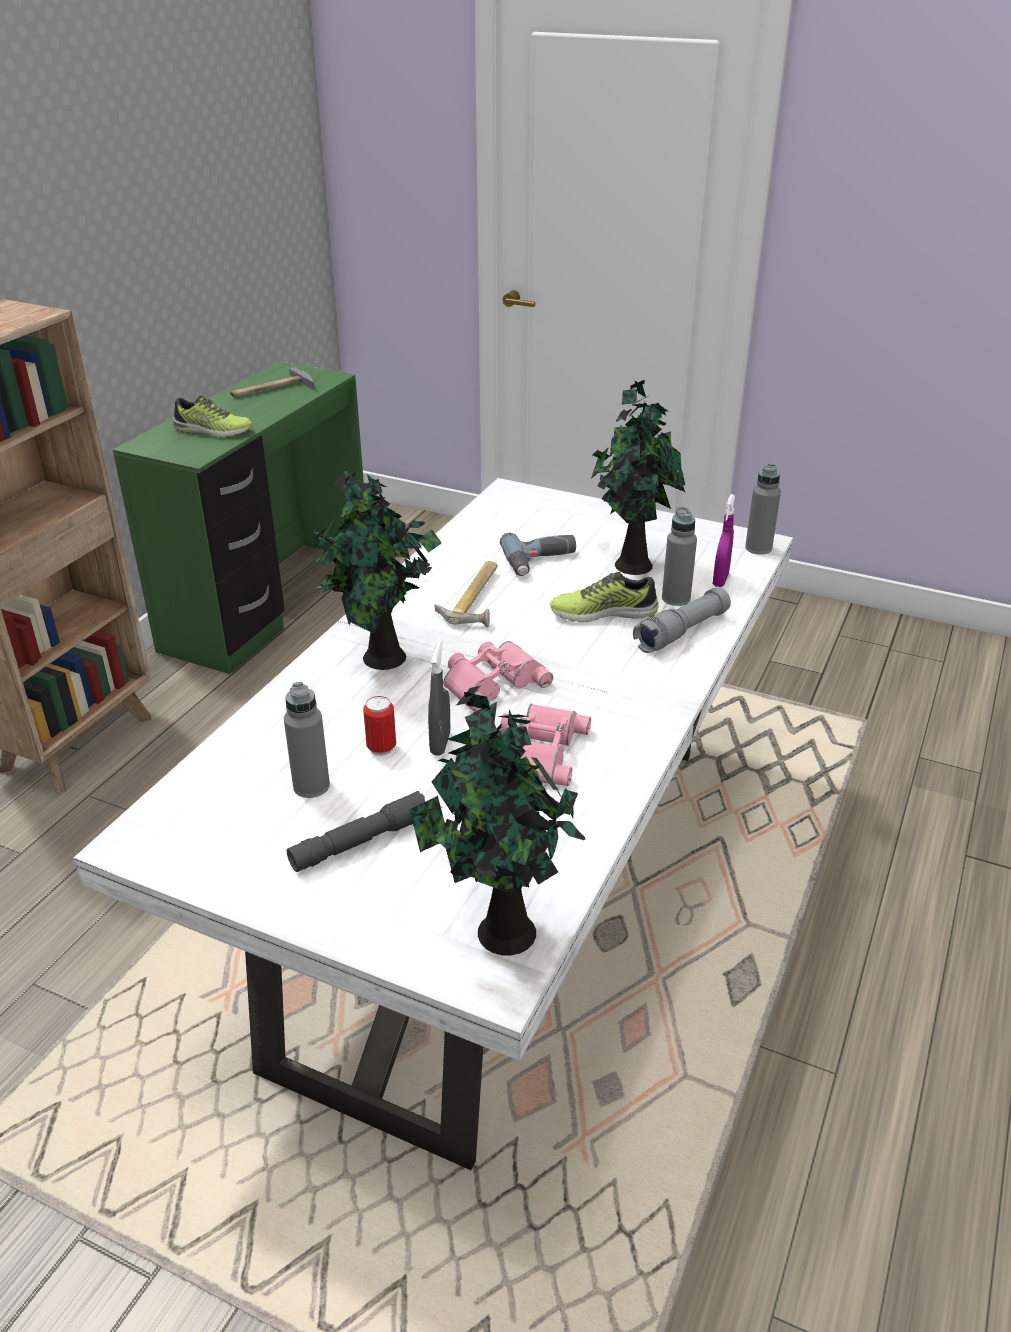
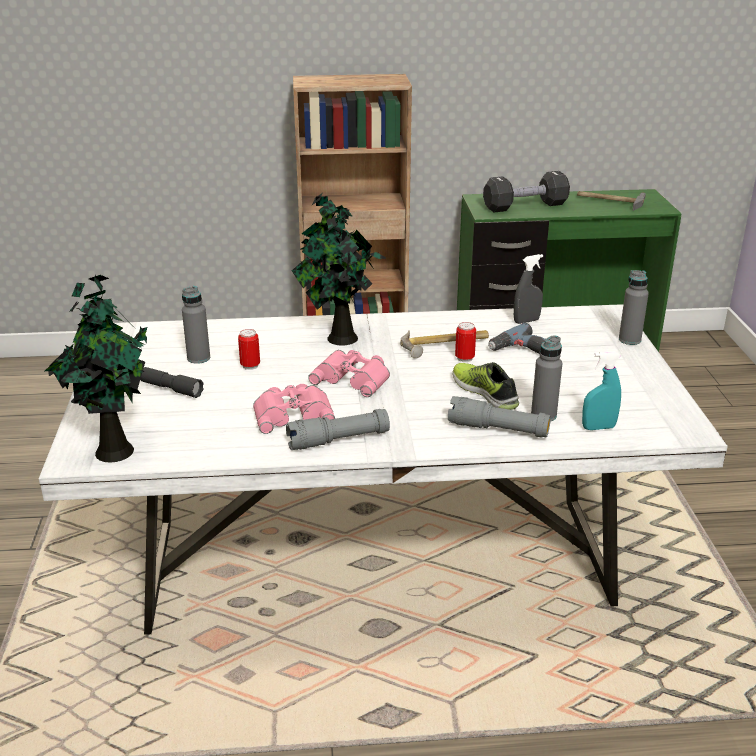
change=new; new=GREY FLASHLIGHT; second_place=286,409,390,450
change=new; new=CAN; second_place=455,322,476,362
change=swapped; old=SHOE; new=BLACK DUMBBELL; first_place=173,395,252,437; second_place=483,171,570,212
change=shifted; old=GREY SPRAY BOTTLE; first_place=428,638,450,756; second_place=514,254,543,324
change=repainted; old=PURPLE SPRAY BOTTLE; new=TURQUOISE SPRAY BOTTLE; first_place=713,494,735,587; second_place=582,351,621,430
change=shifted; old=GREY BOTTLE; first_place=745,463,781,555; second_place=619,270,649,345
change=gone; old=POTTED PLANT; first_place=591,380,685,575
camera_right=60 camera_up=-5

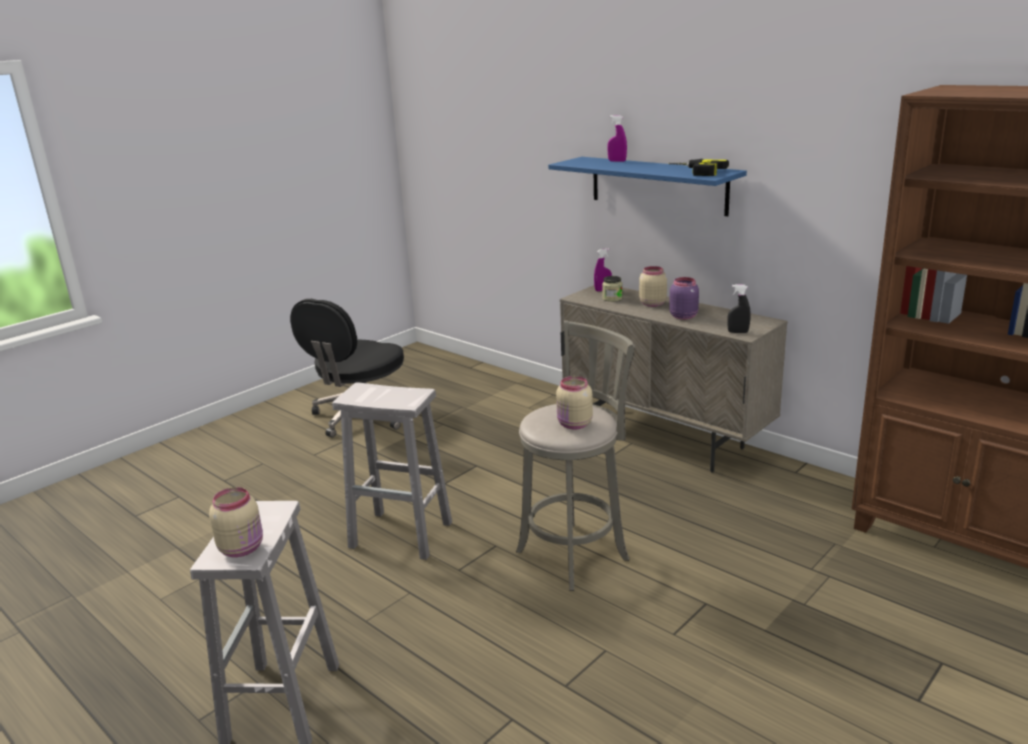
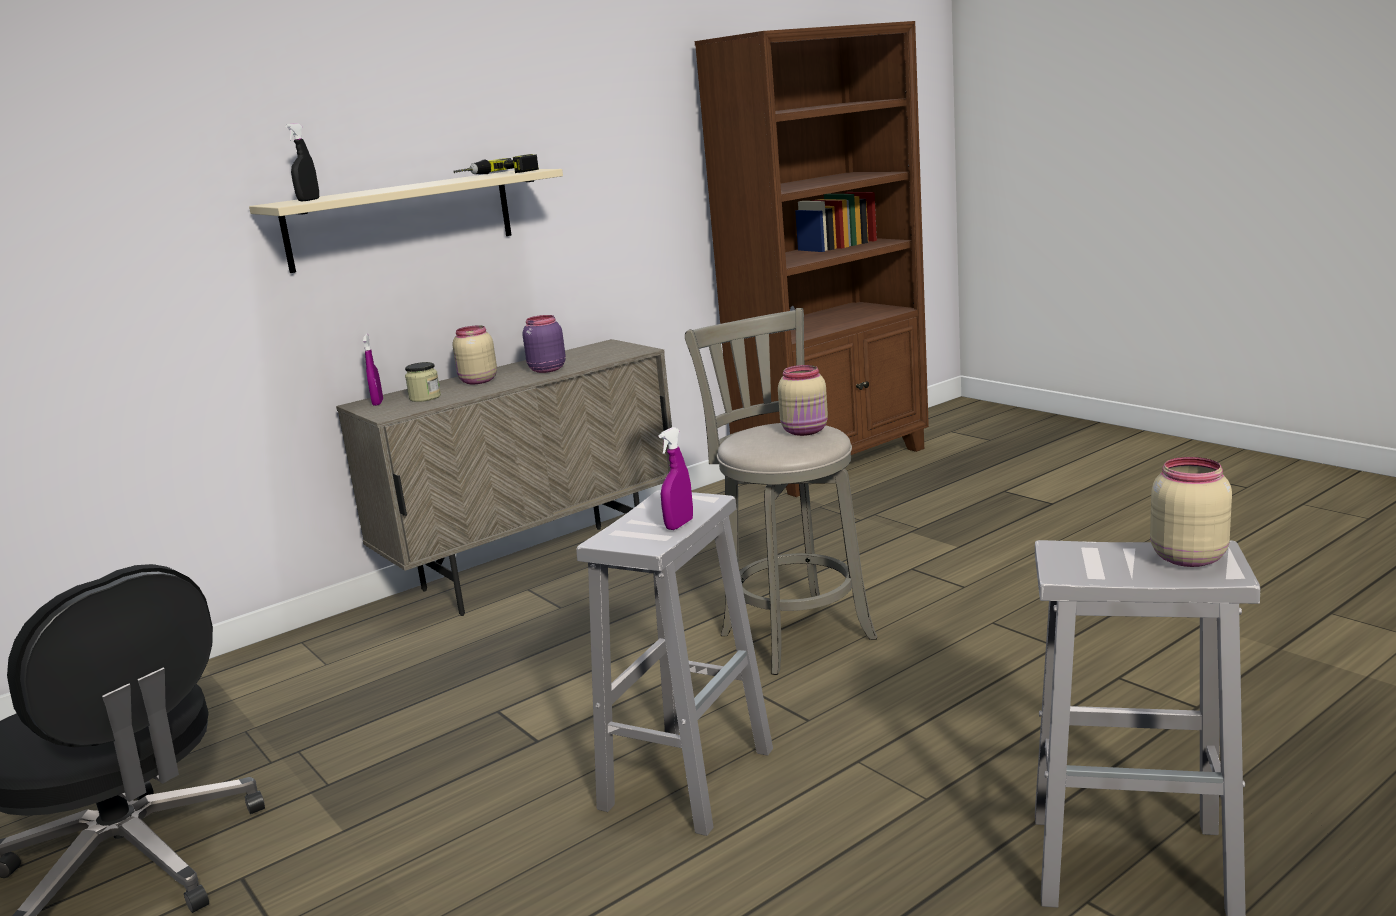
change=repainted; old=BLUE SHELF; new=BEIGE SHELF; first_place=548,157,747,216; second_place=249,169,563,273
change=shifted; old=BLACK SPRAY BOTTLE; first_place=728,284,751,333; second_place=285,123,319,201
change=shifted; old=PURPLE SPRAY BOTTLE; first_place=607,115,627,162; second_place=659,427,693,530
camera_right=-80 camera_up=-5

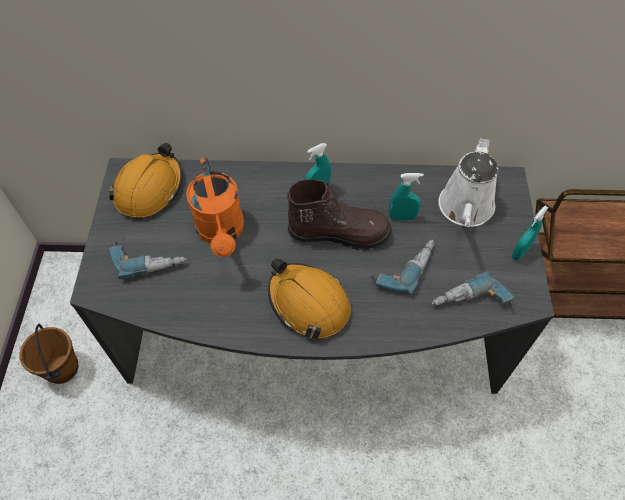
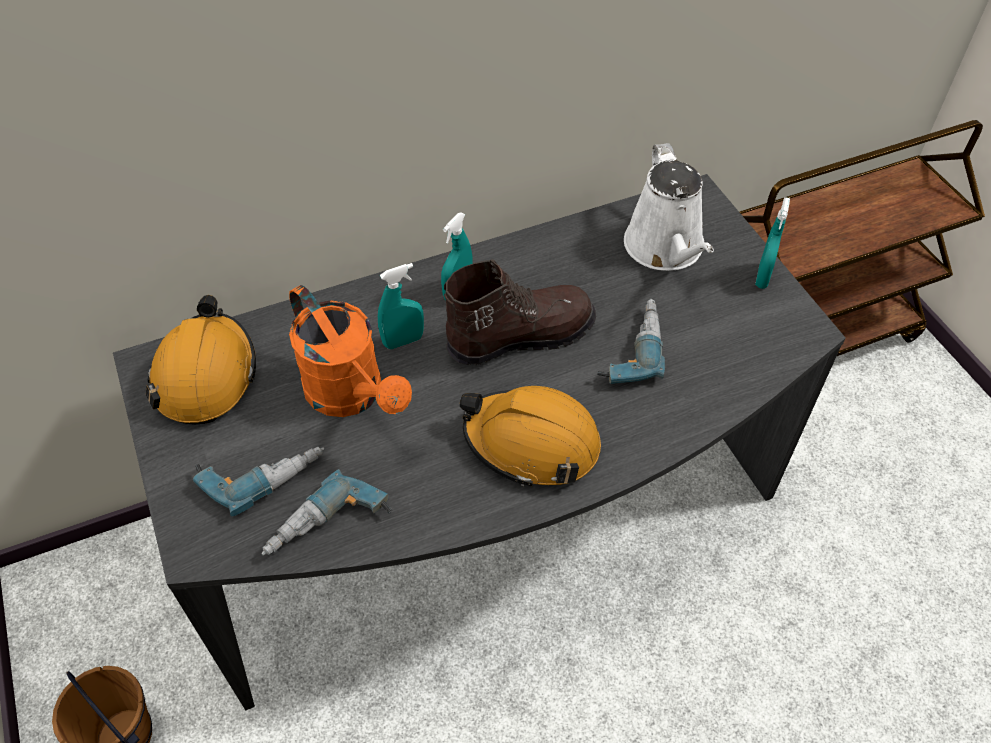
change=shifted; old=POWER DRILL; first_place=431,271,515,309; second_place=261,469,392,555
change=shifted; old=TURQUOISE SPRAY BOTTLE; first_place=389,173,424,220; second_place=378,263,424,349
camera_right=-25 camera_up=-5

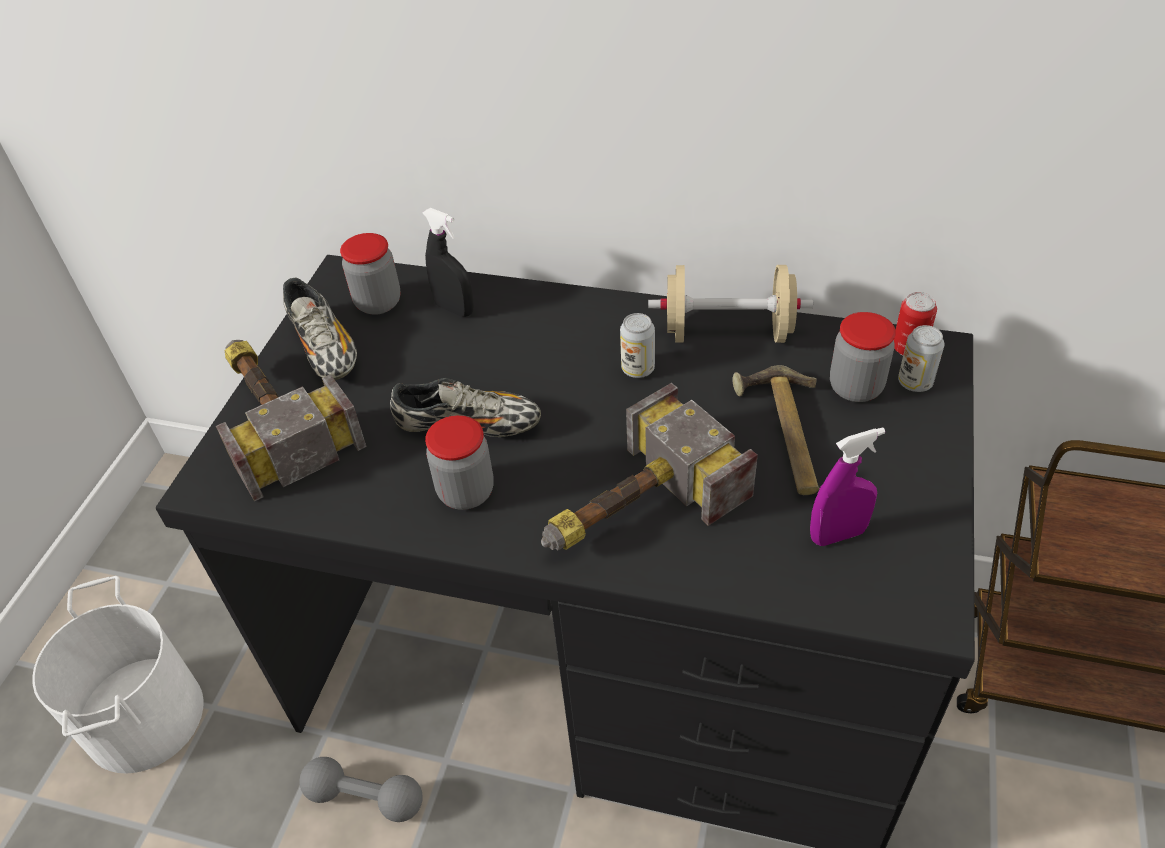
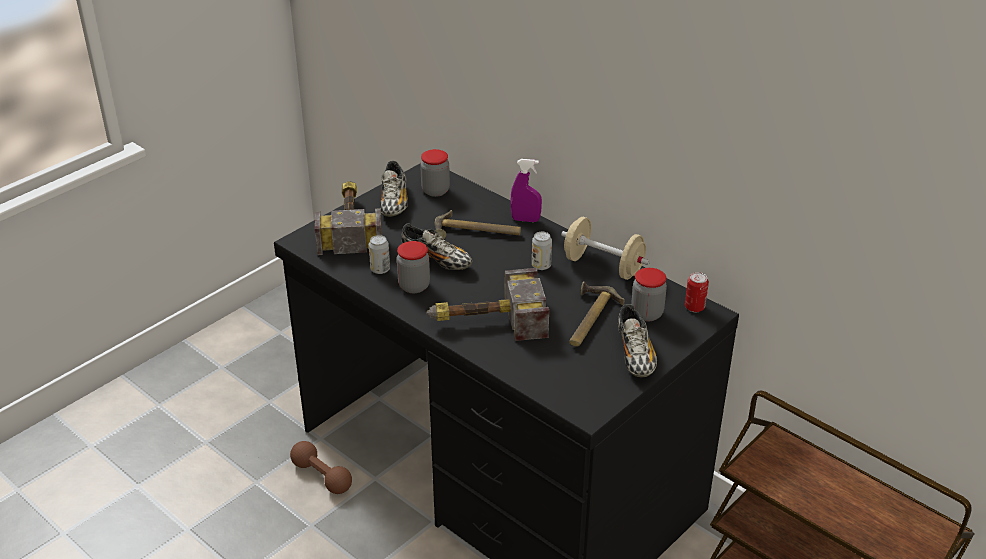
change=repainted; old=GREY DUMBBELL; new=BROWN DUMBBELL; first_place=299,757,423,822; second_place=290,441,352,494
change=shifted; old=CAN; first_place=898,325,945,392; second_place=369,235,390,274
change=new; new=HAMMER; second_place=435,210,521,239
change=shifted; old=PURPLE SPRAY BOTTLE; first_place=810,427,885,546; second_place=510,159,542,222
change=new; new=SHOE; second_place=618,304,657,377
change=gone; old=WHITE BUCKET; first_place=32,576,204,774
change=gone; old=BLACK SPRAY BOTTLE; first_place=423,208,474,317
camera_right=25 camera_up=-10

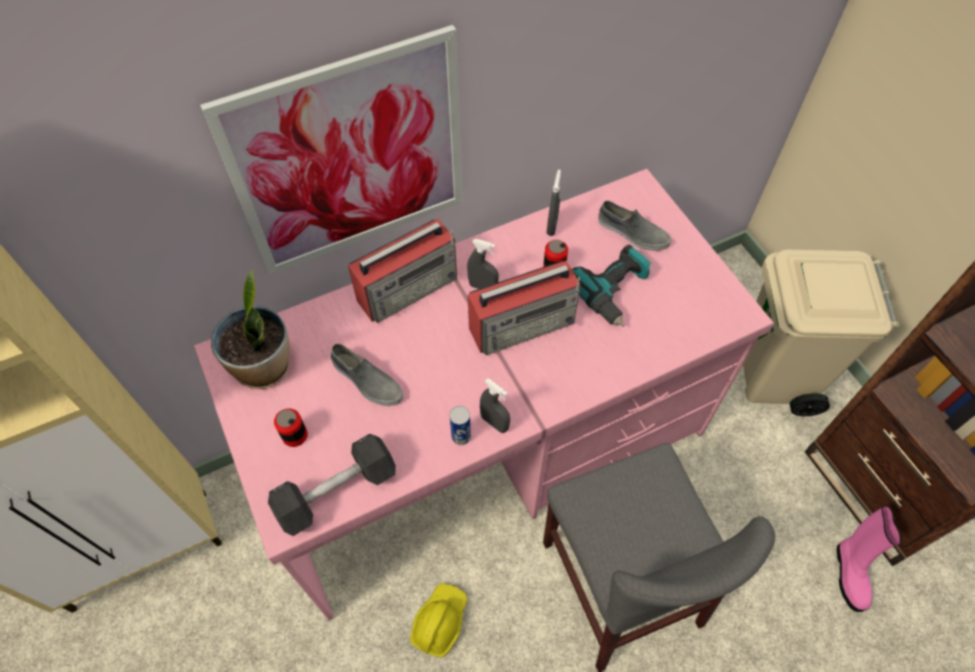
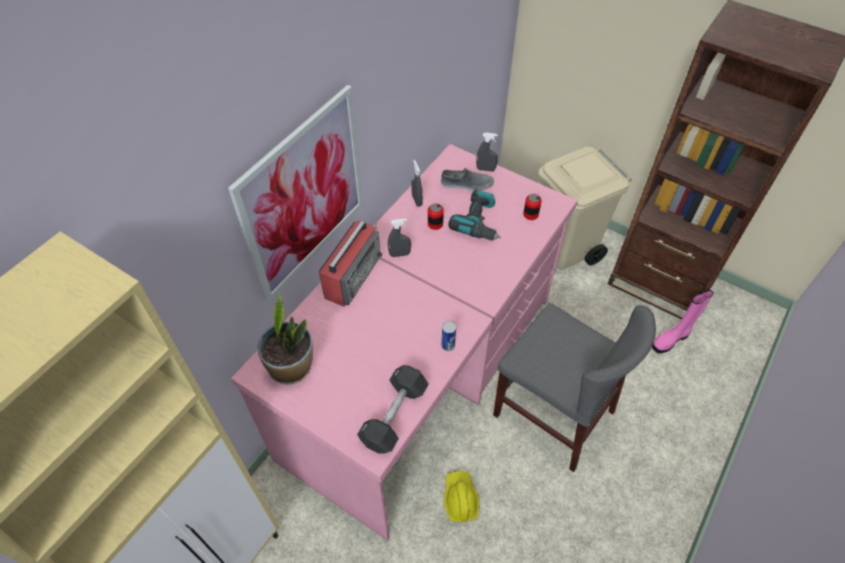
change=shifted; old=GREY SPRAY BOTTLE; first_place=480,379,510,433; second_place=476,133,498,172
change=shifted; old=CAN; first_place=274,409,308,447; second_place=523,194,542,220
change=rotated; old=PINK BOOT; first_place=836,505,901,612; second_place=652,290,714,353; degrees=90
change=gone; old=GREY SHOE; first_place=330,344,403,406
change=gone; old=RADIO; first_place=468,261,581,355
camera_right=-30 camera_up=-5

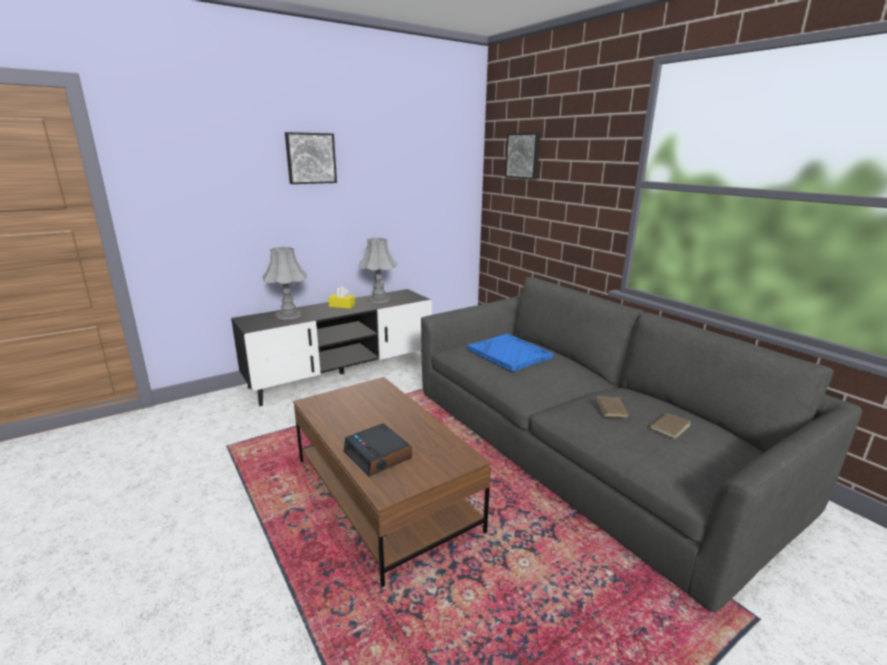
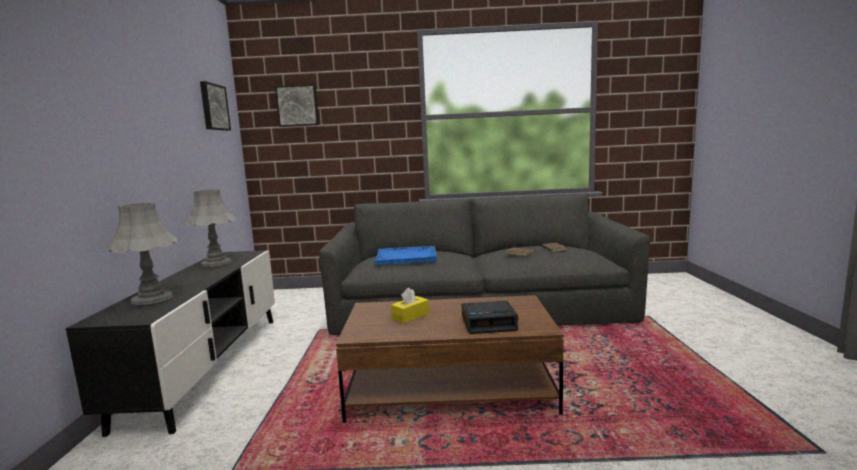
change=shifted; old=PICTURE; first_place=285,132,337,184; second_place=200,81,231,131
change=shifted; old=YELLOW TISSUE BOX; first_place=328,287,355,309; second_place=391,288,429,323
camera_right=-55 camera_up=-10

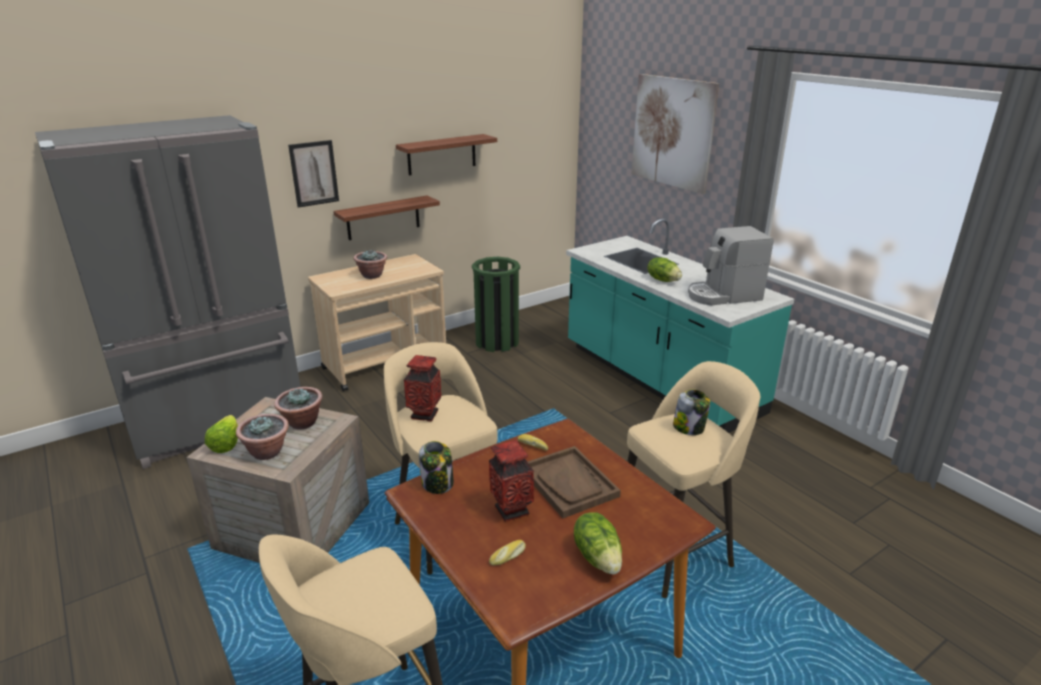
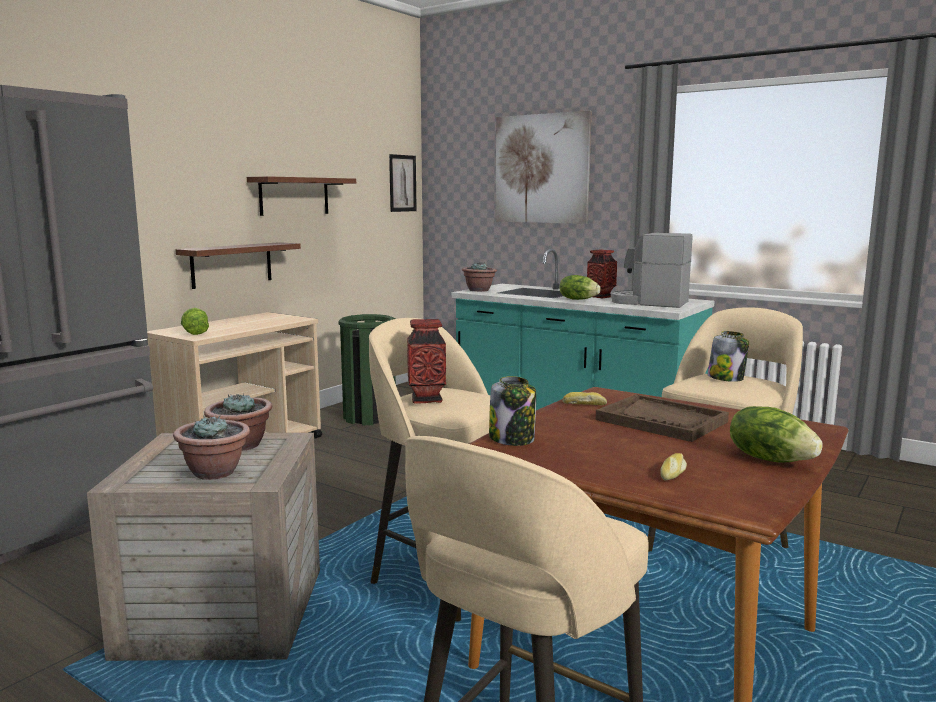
change=shifted; old=LETTUCE; first_place=205,415,238,453; second_place=181,308,209,335
change=shifted; old=PICTURE; first_place=288,140,339,208; second_place=389,154,417,212
change=shifted; old=POTTED PLANT; first_place=353,249,388,279; second_place=462,262,497,292
change=shifted; old=VASE; first_place=489,440,534,522; second_place=587,250,617,298
change=rotated; old=COFFEE MACHINE; first_place=688,226,774,305; second_place=611,233,692,308; degrees=60
camera_right=-20 camera_up=-15

